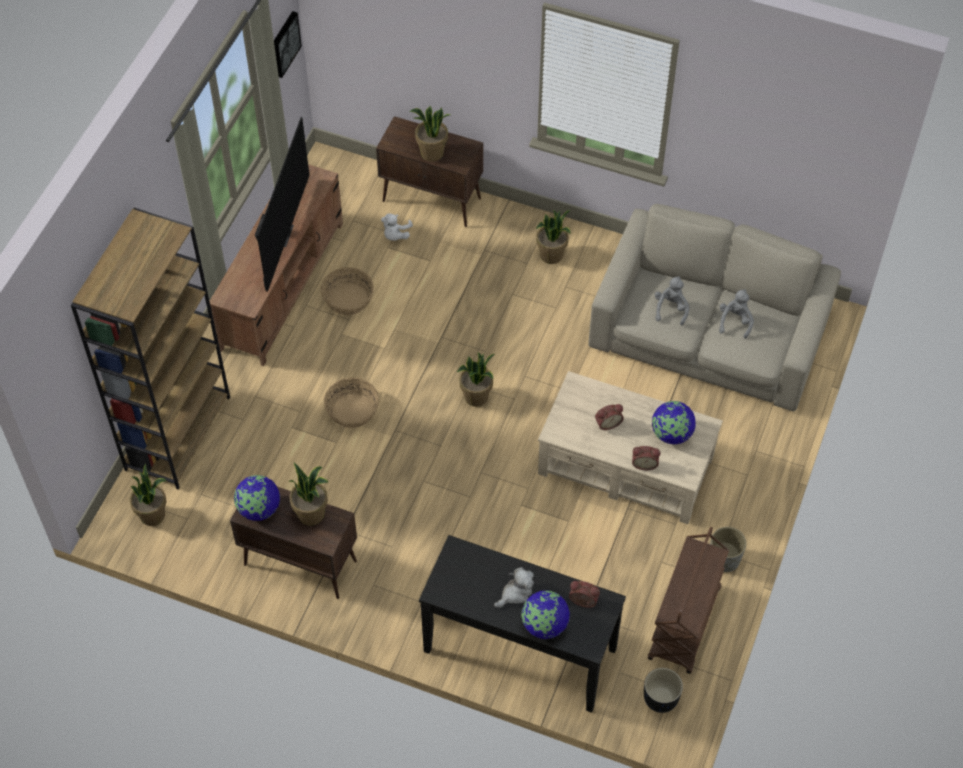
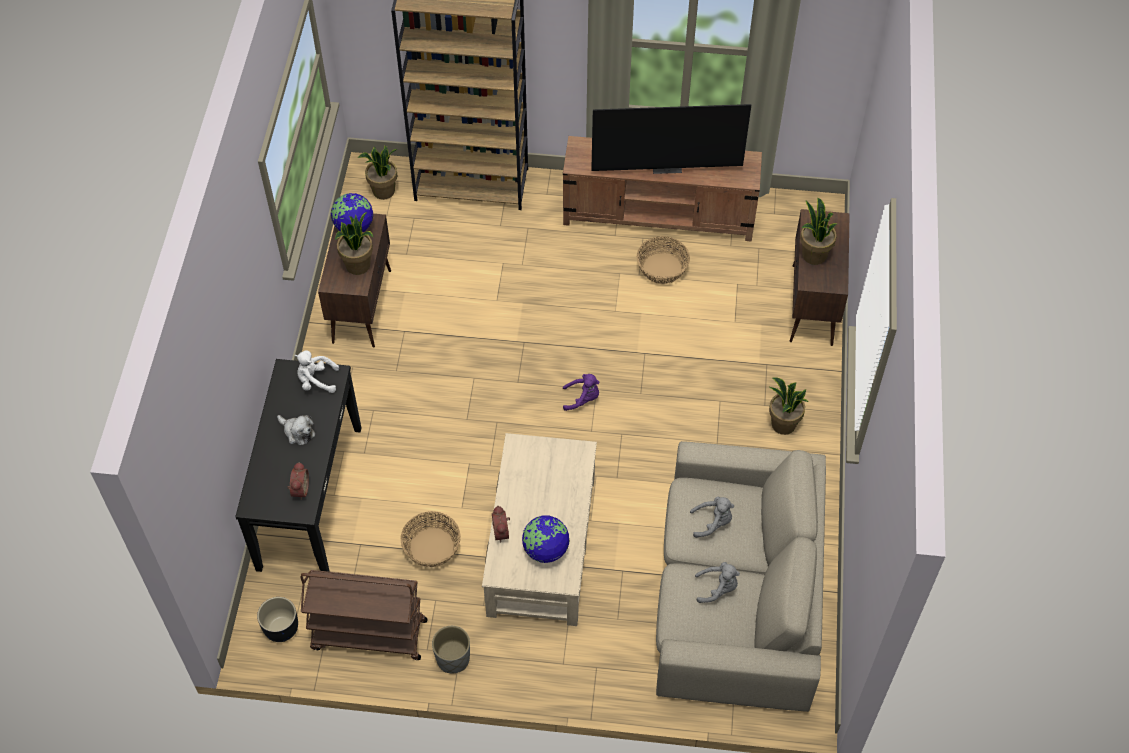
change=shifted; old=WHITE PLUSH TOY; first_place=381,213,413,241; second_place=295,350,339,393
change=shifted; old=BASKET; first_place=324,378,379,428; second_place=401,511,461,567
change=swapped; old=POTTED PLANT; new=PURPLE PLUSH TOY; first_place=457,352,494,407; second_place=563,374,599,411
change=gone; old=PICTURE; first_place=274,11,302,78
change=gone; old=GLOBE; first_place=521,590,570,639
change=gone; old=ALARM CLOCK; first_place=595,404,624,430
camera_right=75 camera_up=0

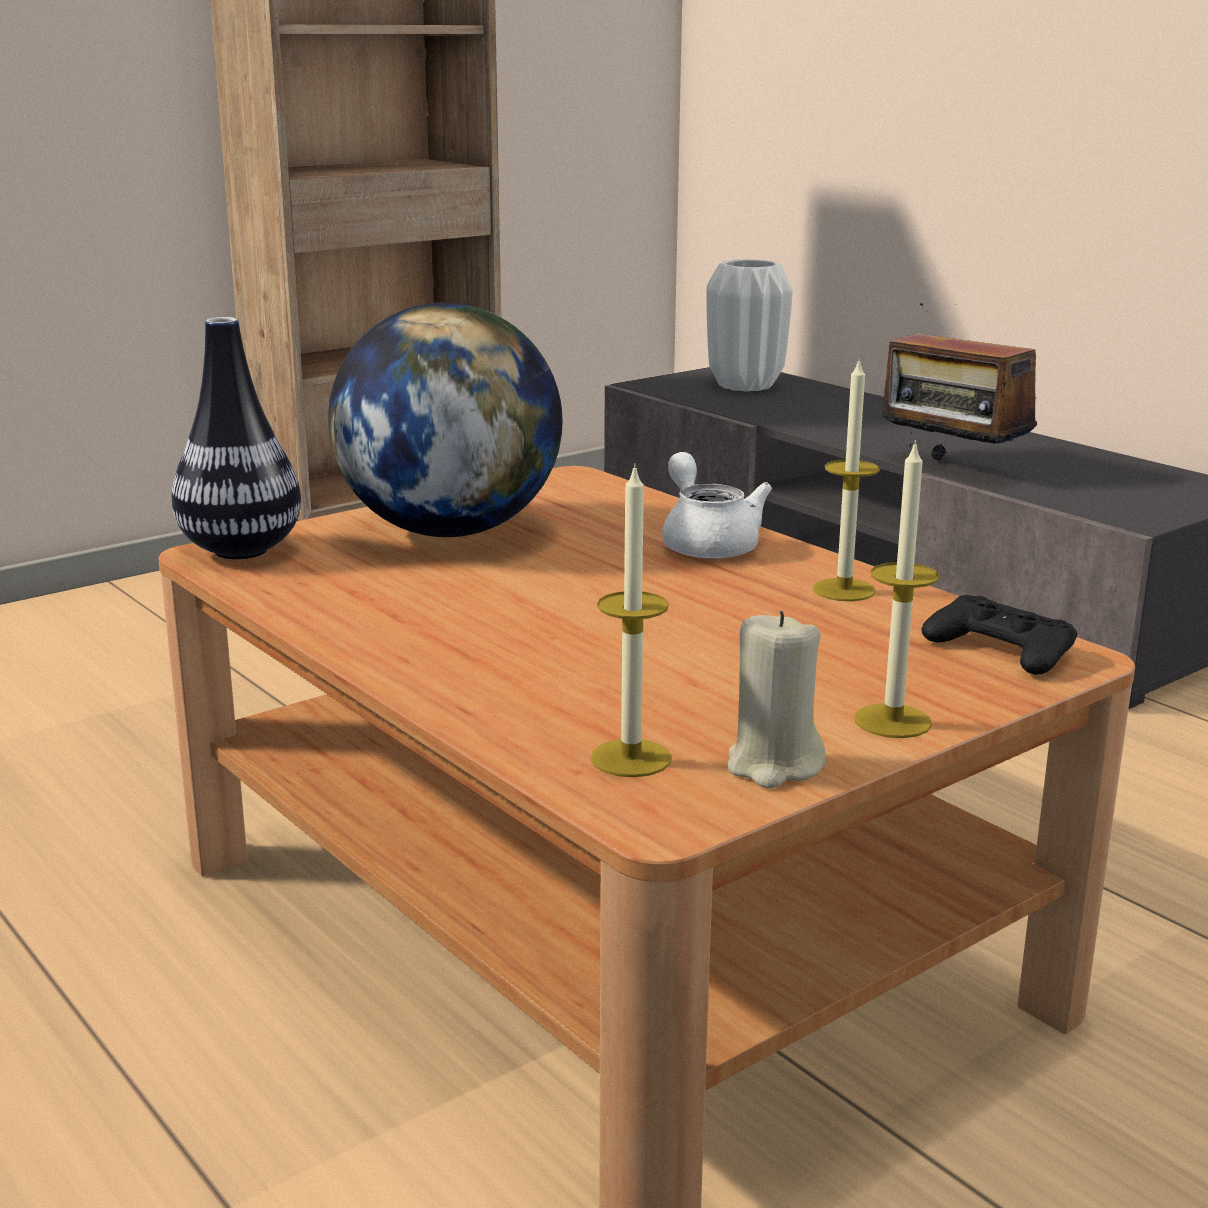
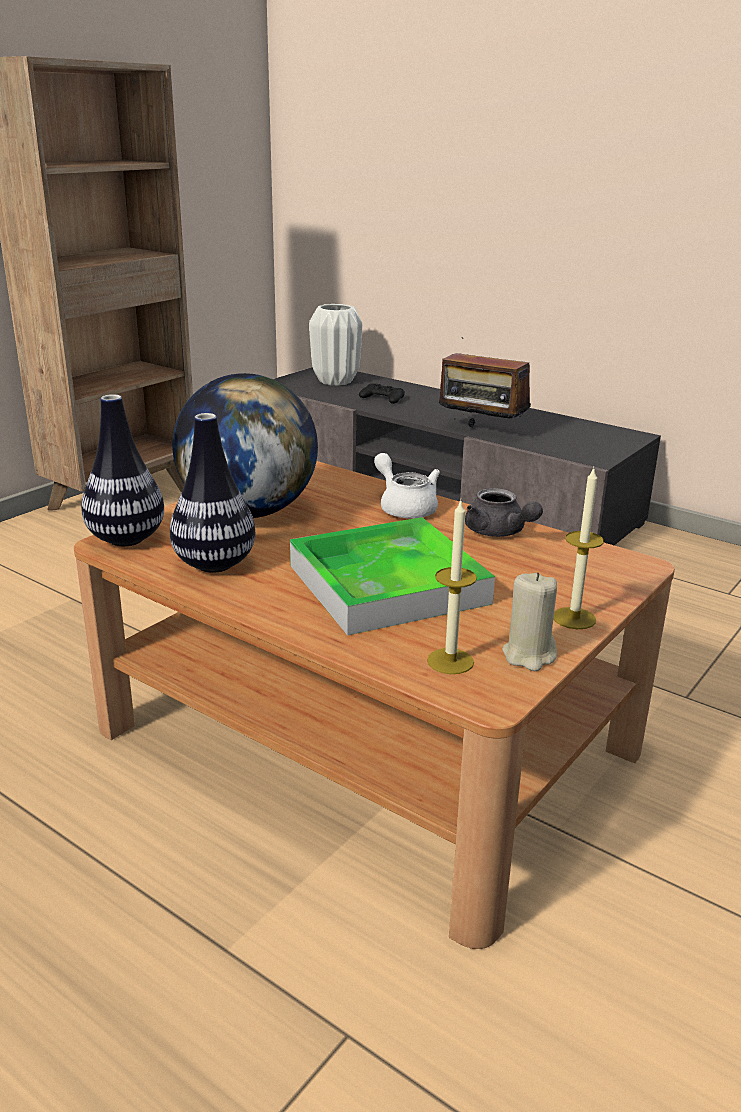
change=new; new=VASE; second_place=170,413,255,573
change=new; new=TRAY; second_place=290,517,495,636
change=shifted; old=BLACK GAME CONTROLLER; first_place=922,595,1077,675; second_place=359,383,405,404
change=swapped; old=CANDLE; new=GREY TEAPOT; first_place=813,357,880,601; second_place=465,488,543,537
camera_right=-15 camera_up=5

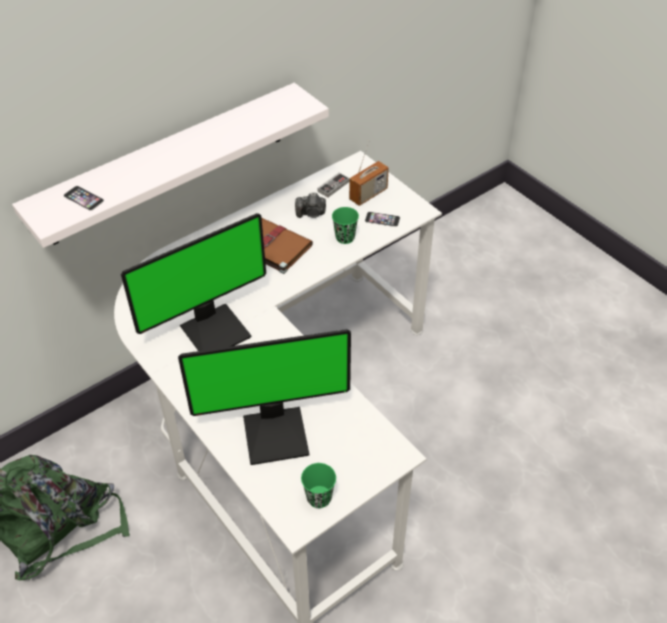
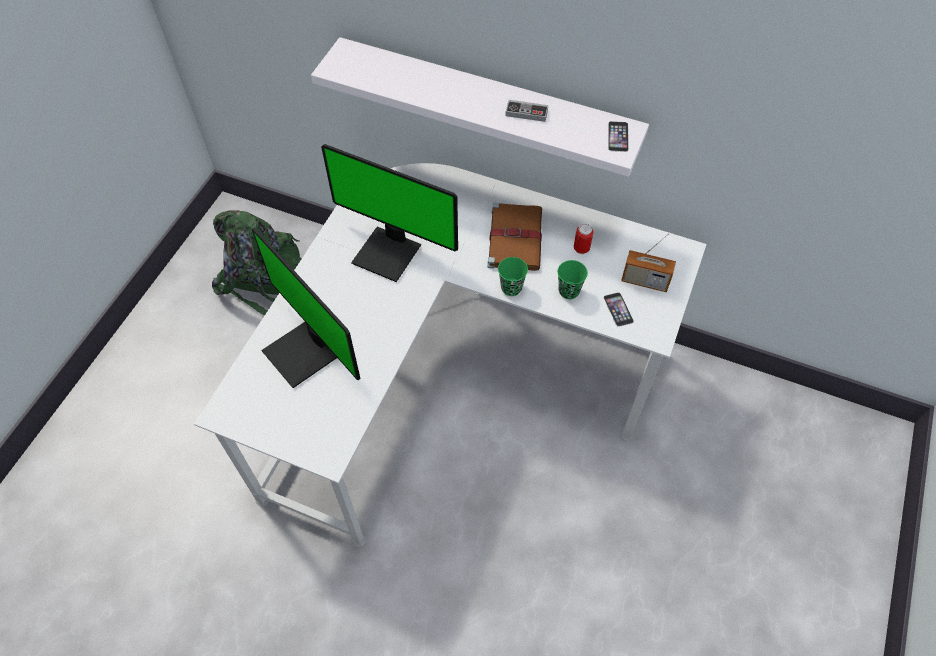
change=shifted; old=GREEN CUP; first_place=301,463,336,508; second_place=498,257,528,296
change=shifted; old=GAME CONTROLLER; first_place=318,173,349,197; second_place=505,100,548,122
change=swapped; old=PHOTO CAMERA; new=CAN; first_place=295,193,326,218; second_place=574,224,593,254
change=shifted; old=PHONE; first_place=63,186,104,211; second_place=608,121,629,152
camera_right=60 camera_up=10

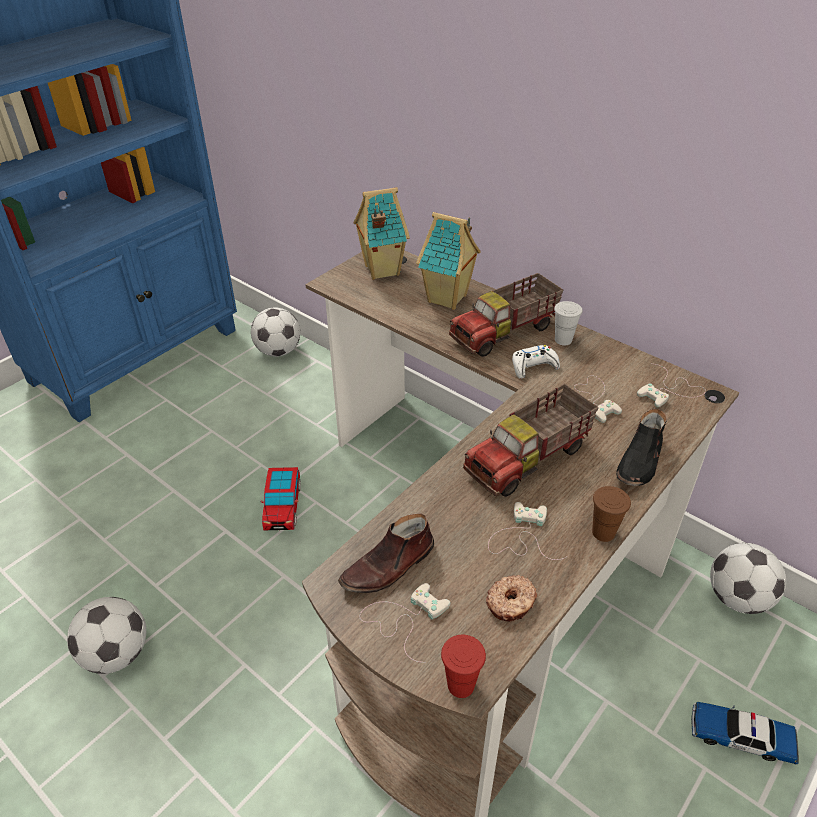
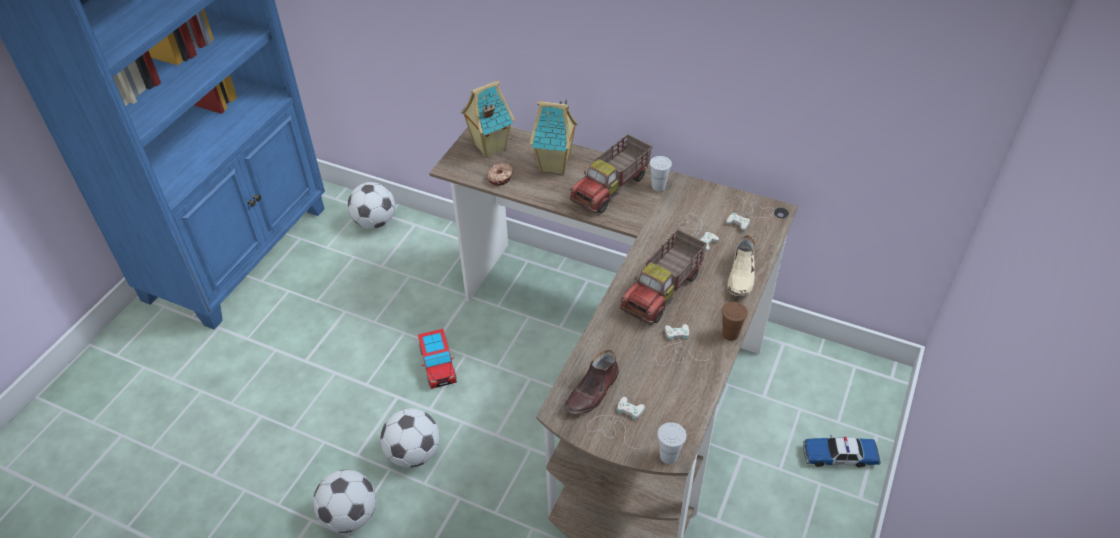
change=shifted; old=FOOTBALL; first_place=710,543,786,614; second_place=380,408,440,468
change=shifted; old=DONUT; first_place=486,575,537,622; second_place=486,163,514,186
change=repainted; old=RED CUP; new=WHITE CUP; first_place=441,635,486,698; second_place=657,422,686,464
change=repainted; old=BLACK SHOE; new=BEIGE SHOE; first_place=616,409,667,486; second_place=728,235,755,296
change=gone; old=WHITE GAME CONTROLLER; first_place=512,345,560,379
camera_right=-15 camera_up=5

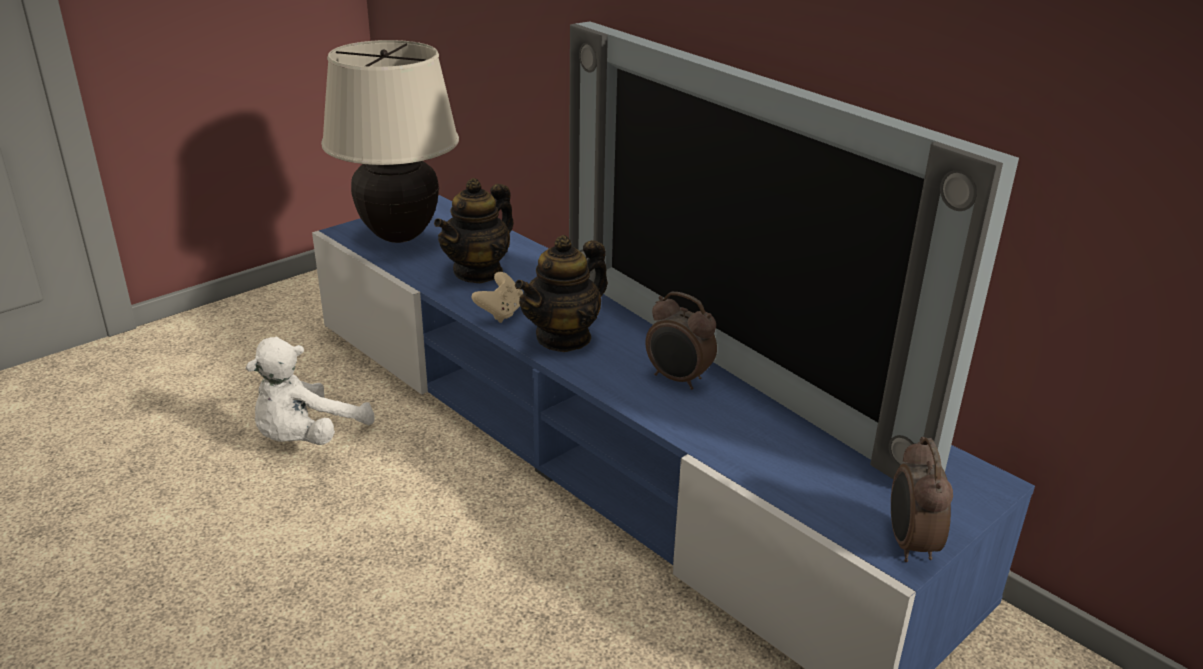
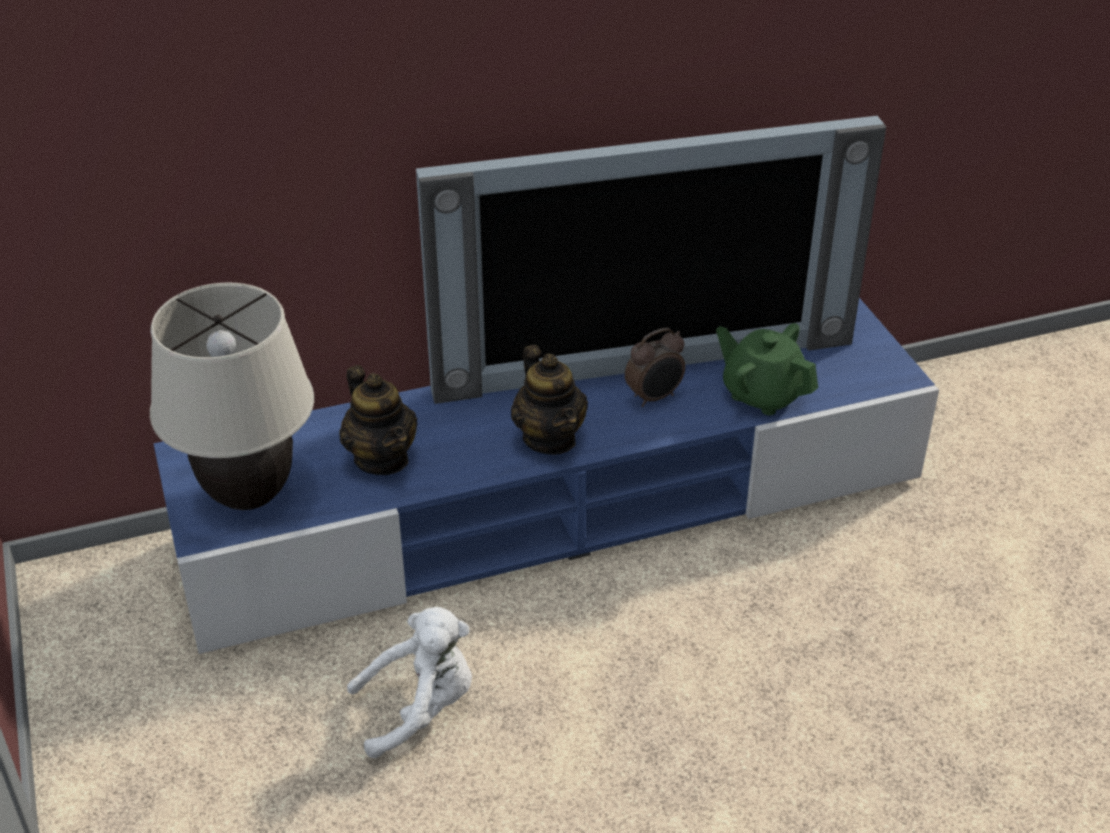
change=rotated; old=WHITE PLUSH TOY; first_place=246,337,375,445; second_place=347,607,472,758; degrees=-75
change=new; new=GREEN TEAPOT; second_place=716,323,818,415
change=gone; old=BEIGE GAME CONTROLLER; first_place=472,272,523,323
change=gone; old=ALARM CLOCK; first_place=891,437,953,562
camera_right=-65 camera_up=10

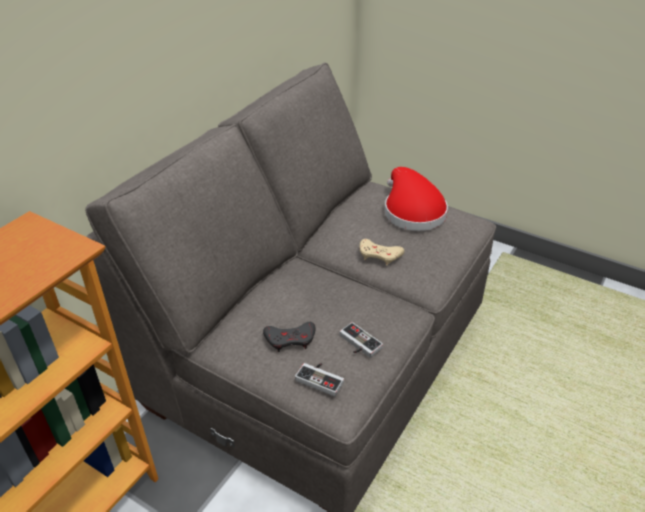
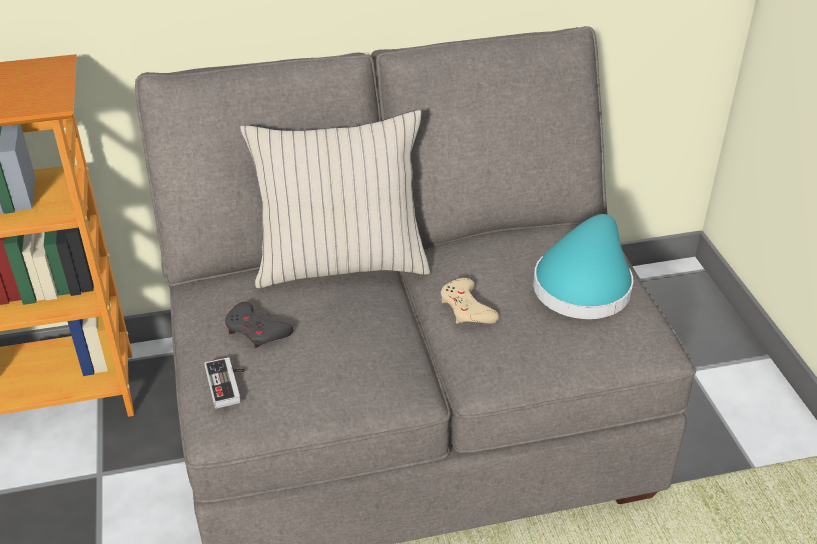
change=new; new=BEIGE PILLOW; second_place=240,110,430,288
change=repainted; old=RED HAT; new=TURQUOISE HAT; first_place=385,167,448,231; second_place=533,214,634,319
change=gone; old=GAME CONTROLLER; first_place=340,322,383,358
camera_right=45 camera_up=0

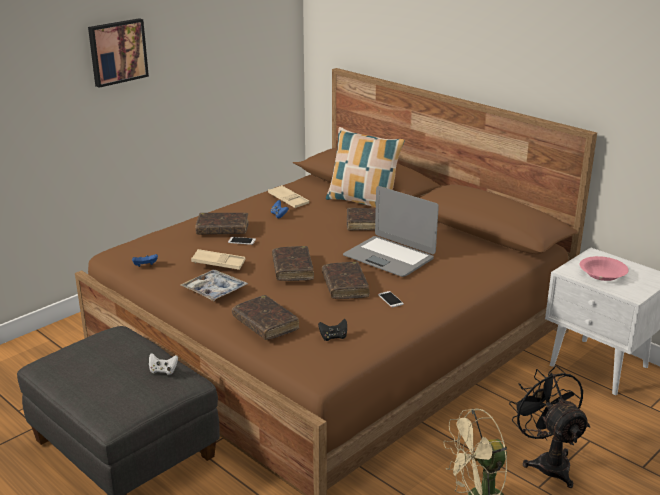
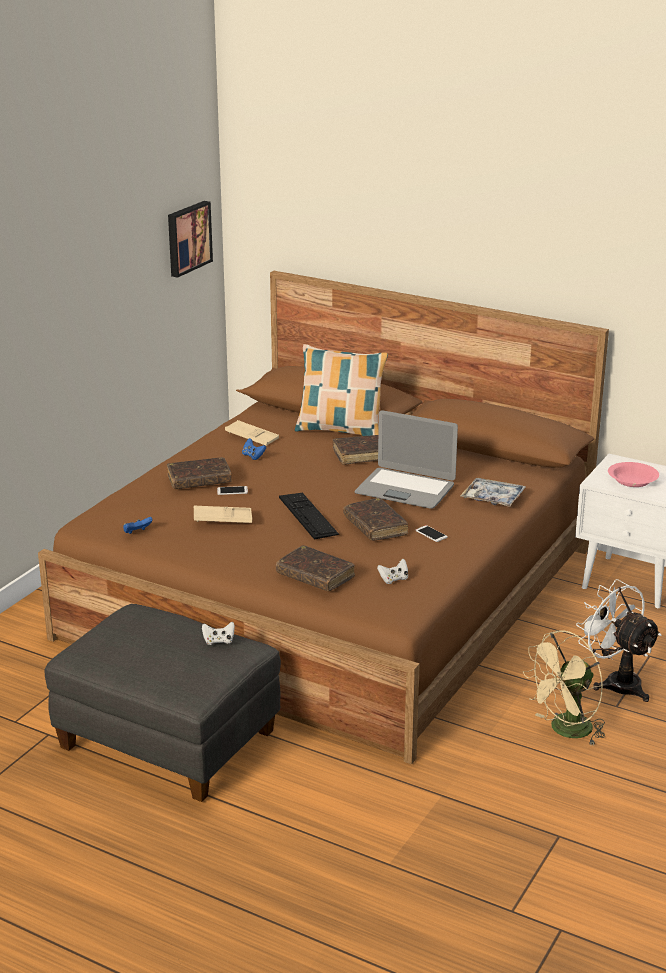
change=shifted; old=PICTURE; first_place=88,18,149,88; second_place=168,201,213,278
change=swapped; old=BROWN BOOK; new=KEYBOARD; first_place=272,246,314,281; second_place=279,493,339,540
change=repainted; old=BLACK GAME CONTROLLER; new=WHITE GAME CONTROLLER; first_place=318,319,347,341; second_place=377,559,408,584
change=shifted; old=TRAY; first_place=181,270,248,301; second_place=460,478,526,507
change=repainted; old=BLACK FAN; new=WHITE FAN; first_place=509,366,590,488; second_place=576,579,662,702
camera_right=-15 camera_up=0

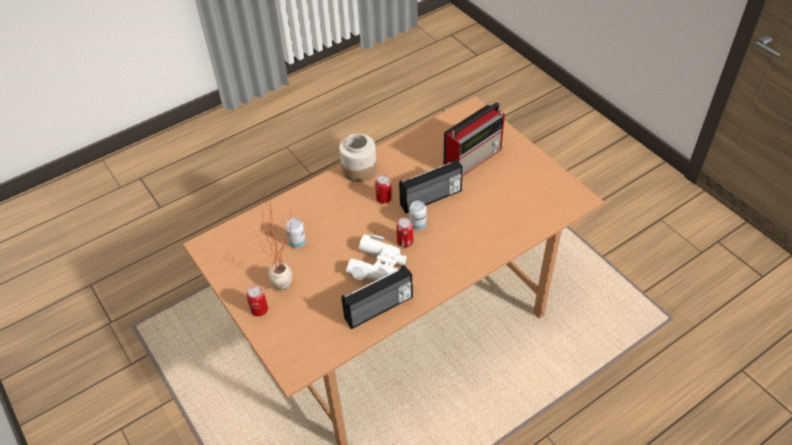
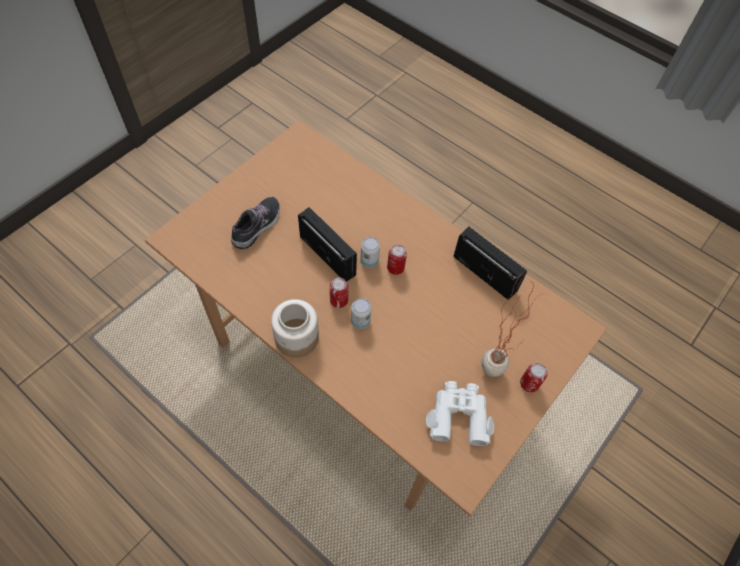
change=swapped; old=RADIO; new=SHOE; first_place=443,102,505,176; second_place=231,197,280,249
change=shifted; old=CAN; first_place=286,218,306,248; second_place=351,298,372,329
change=shifted; old=WHITE BINOCULARS; first_place=346,234,407,280; second_place=426,381,494,446
camera_right=-110 camera_up=10

